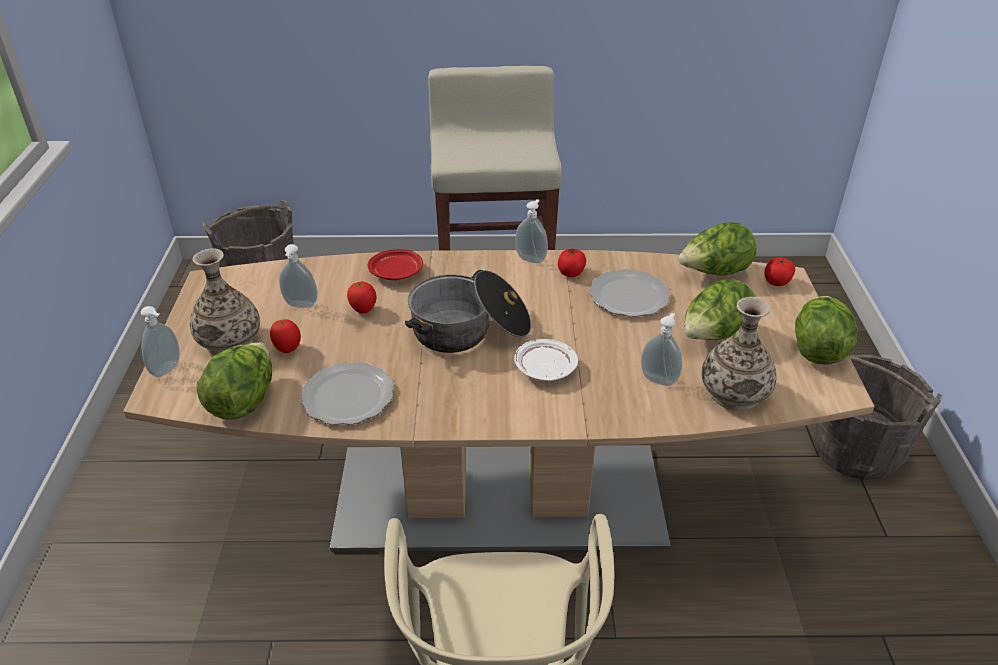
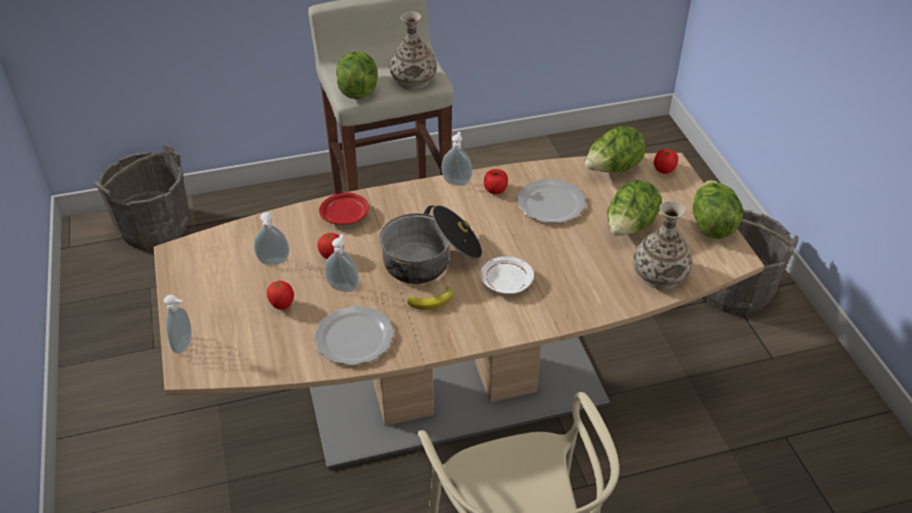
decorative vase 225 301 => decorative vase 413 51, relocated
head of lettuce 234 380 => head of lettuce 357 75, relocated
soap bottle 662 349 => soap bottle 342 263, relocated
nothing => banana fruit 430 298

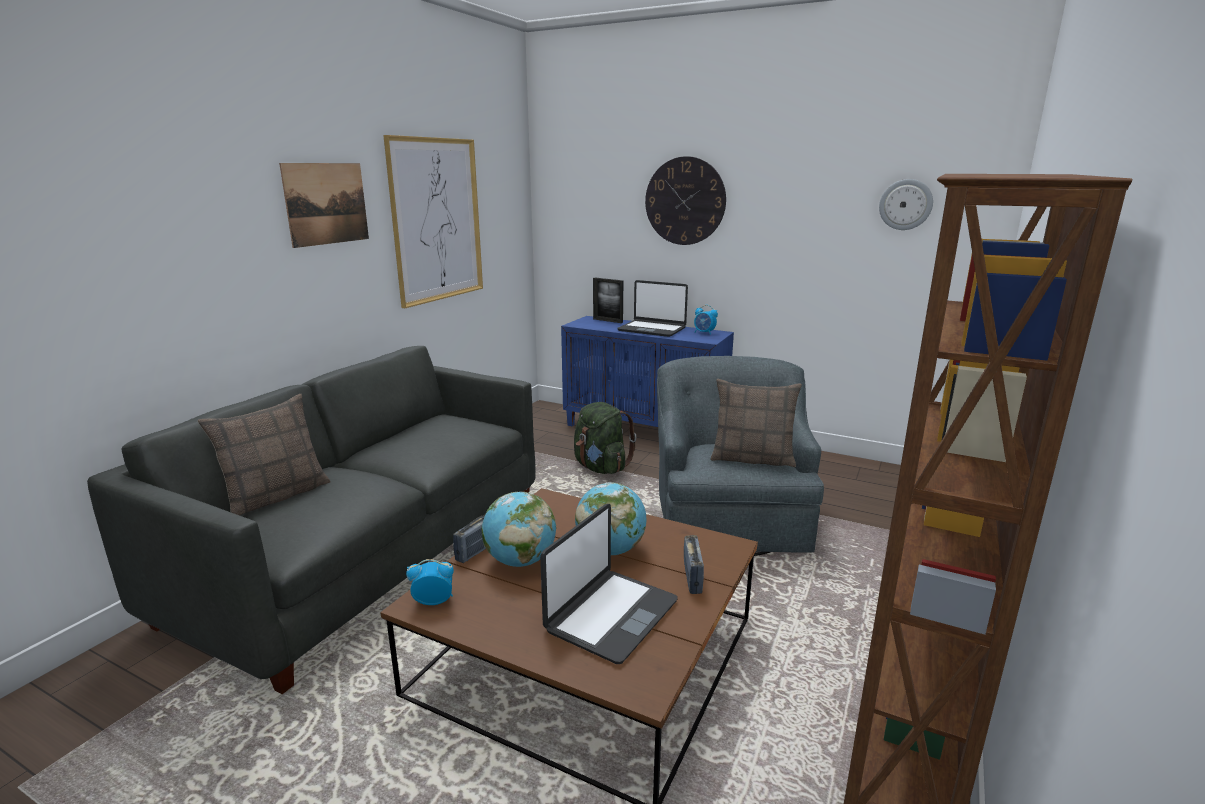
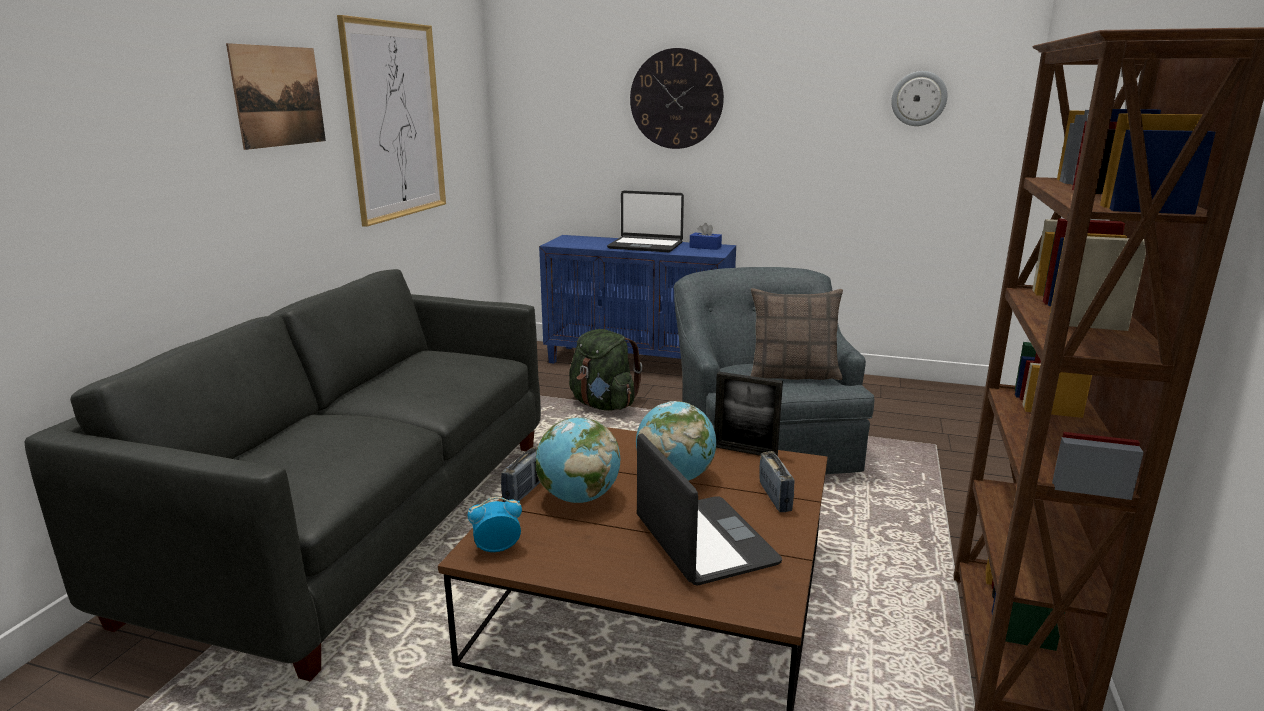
cushion 264 454 => nothing
notebook computer 609 584 => notebook computer 709 510, 45 degrees counterclockwise
standing frame 608 300 => standing frame 748 414, relocated
alarm clock 706 320 => bluish box of tissues 705 236

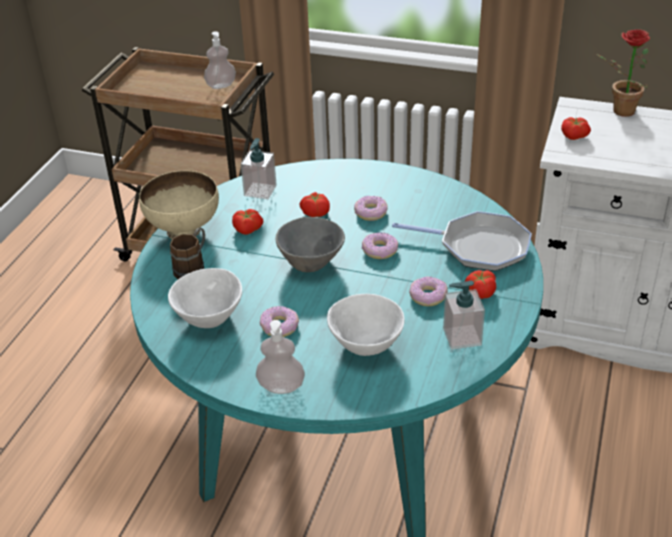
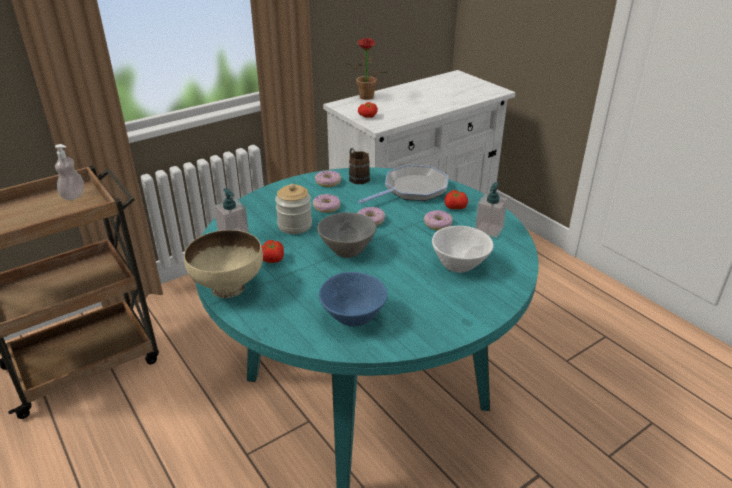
white-coloured deep dish 205 298 => bluish deep dish 353 299
brownish mug 187 253 => brownish mug 359 166, relocated
soap bottle 280 357 => nothing
ring doughnut 279 321 => ring doughnut 328 178, relocated
fresh tomato 314 204 => storage jar 293 209

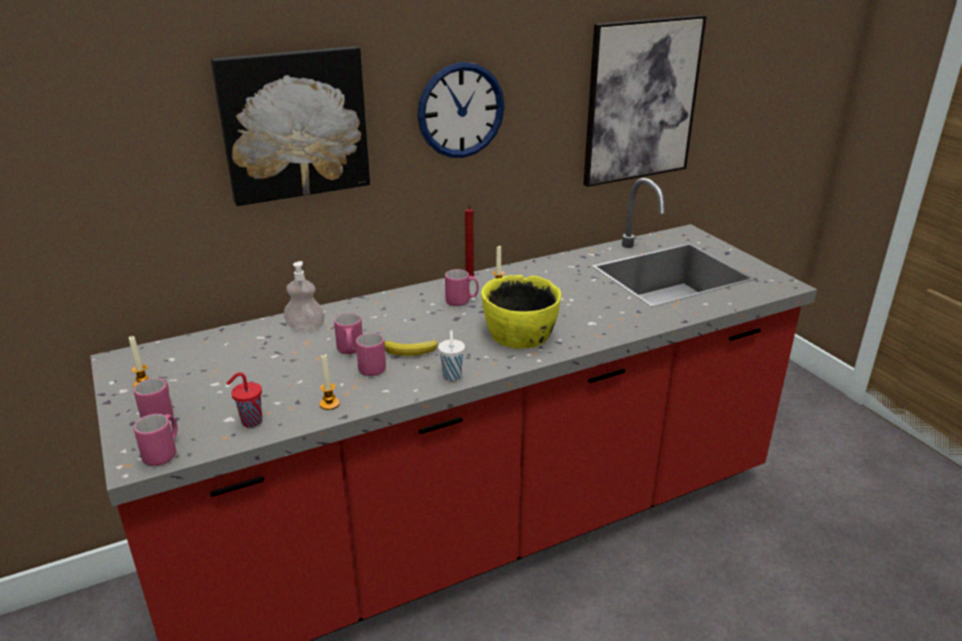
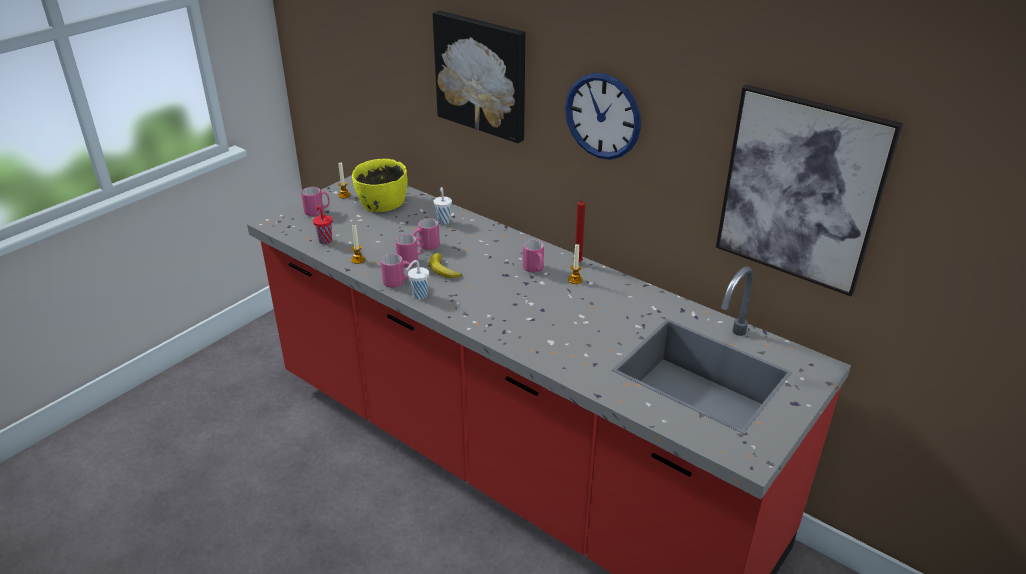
pink-coloured mug 155 440 => pink-coloured mug 396 271, relocated
soap bottle 304 297 => white-coloured small cup 443 206
yellowish deep dish 521 312 => yellowish deep dish 380 185, relocated

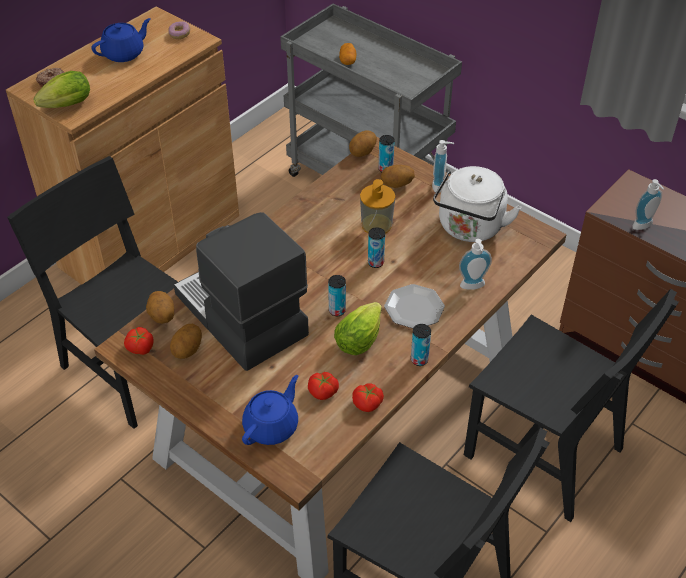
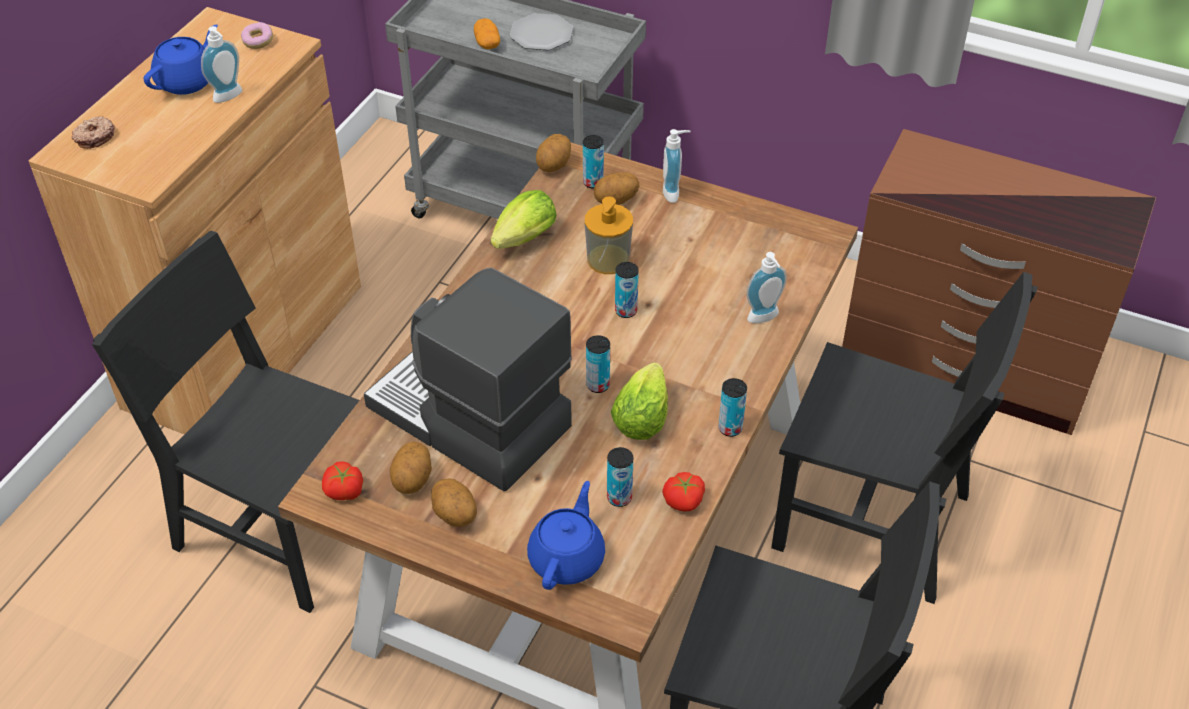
head of lettuce 61 89 => head of lettuce 524 219, relocated
potato 160 307 => potato 454 502, relocated
fresh tomato 323 386 => metal can 620 477
dinner plate 414 306 => dinner plate 541 31, relocated
white-coloured kettle 477 204 => nothing
soap bottle 648 204 => soap bottle 221 64, relocated

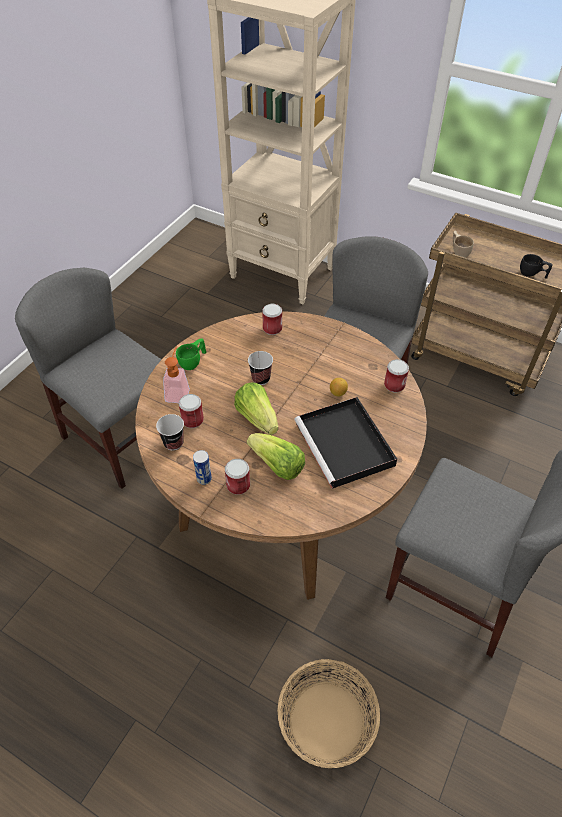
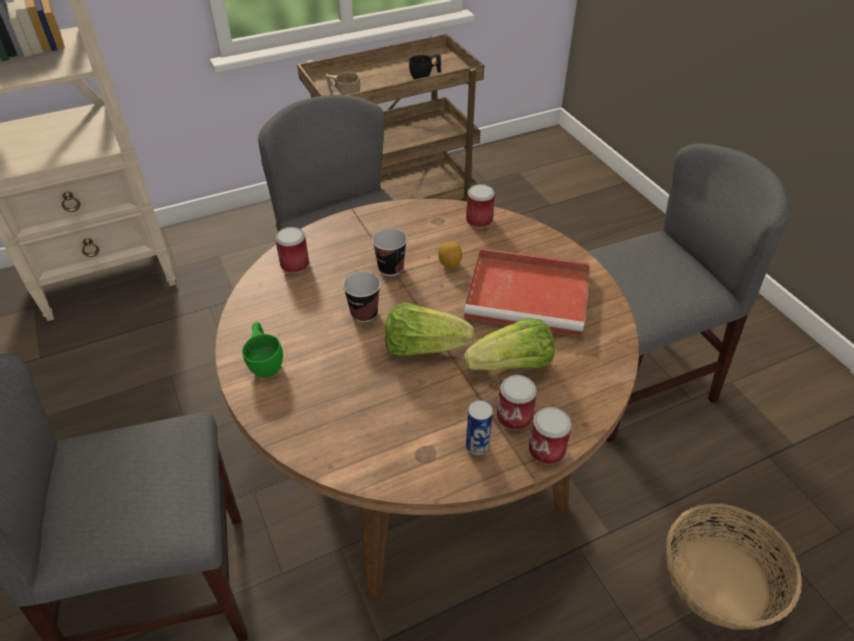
small cup 170 432 => small cup 389 252, relocated
soap bottle 176 375 => nothing
metal can 191 411 => metal can 550 435, relocated
black serving tray 346 443 => red serving tray 527 293

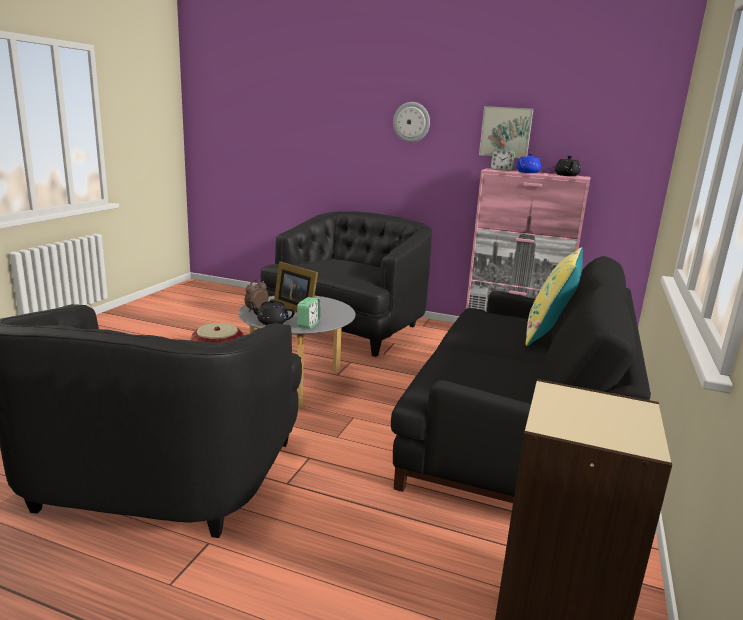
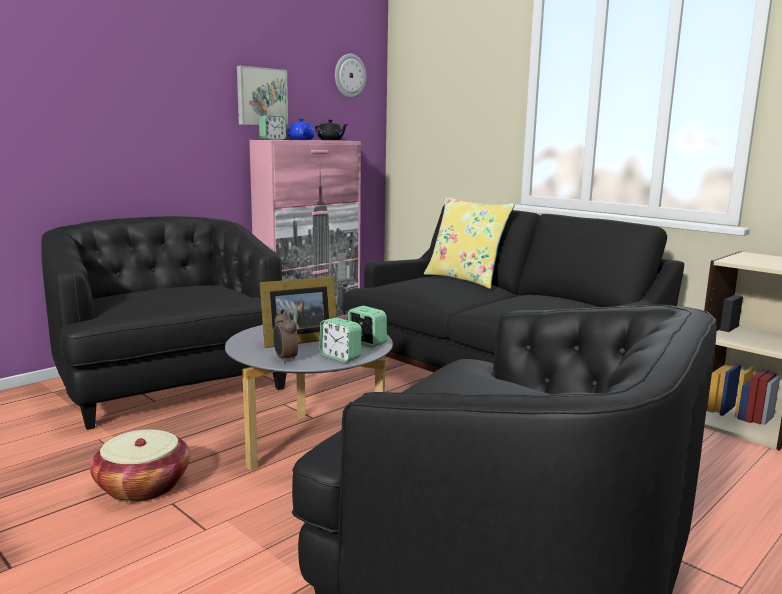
black teapot 272 312 => alarm clock 340 340
clock on the wall 411 122 => clock on the wall 350 76, relocated

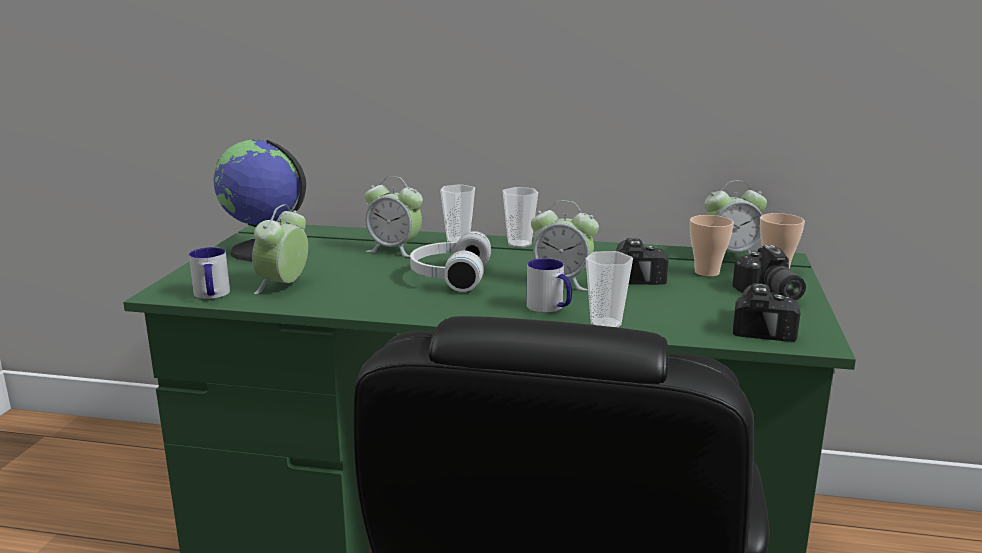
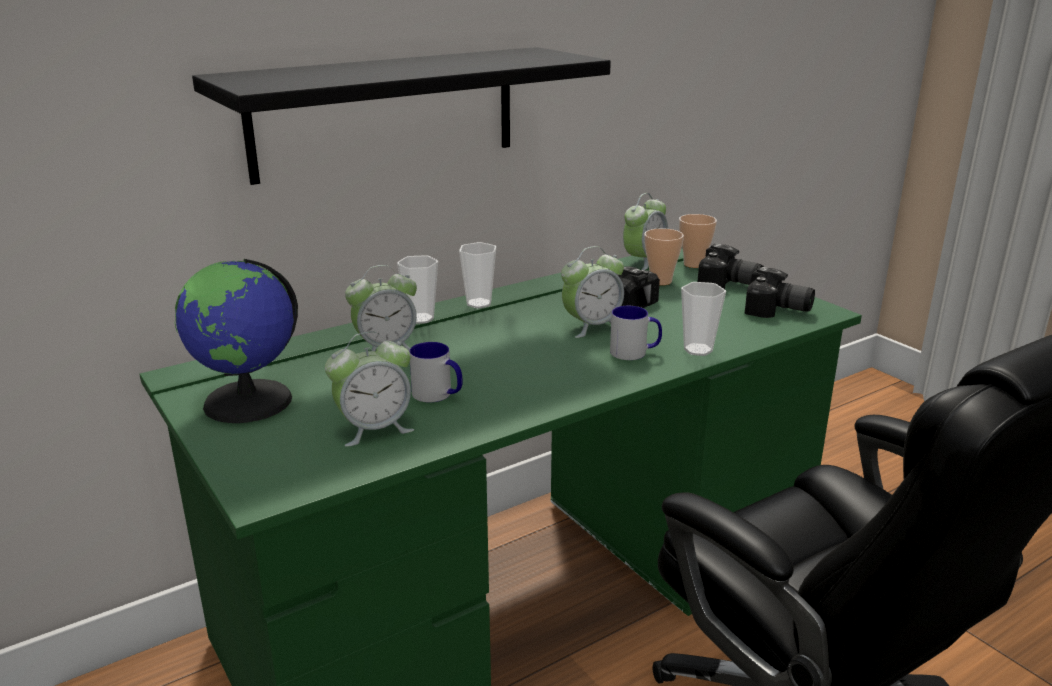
mug 209 273 => mug 436 372, relocated
alarm clock 280 249 => alarm clock 369 389, 90 degrees counterclockwise
white-coloured headphones 450 261 => nothing
still camera 767 312 => still camera 780 292, 150 degrees clockwise
nothing => black bracket shelf 401 116

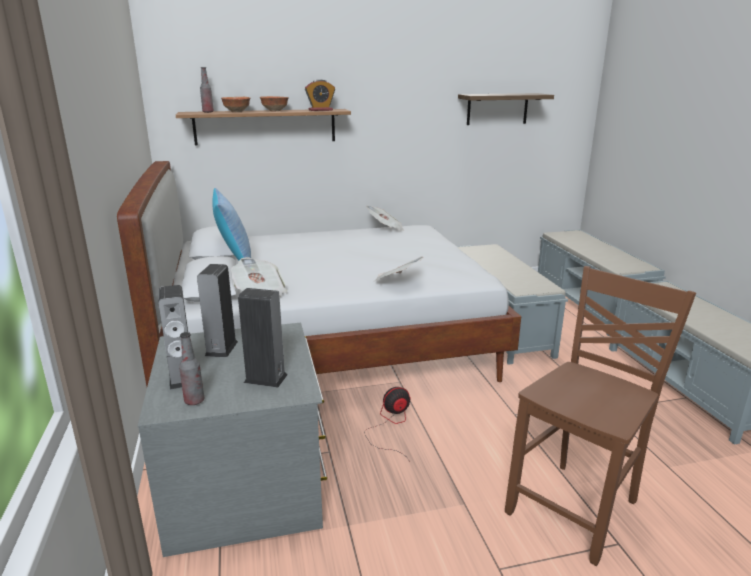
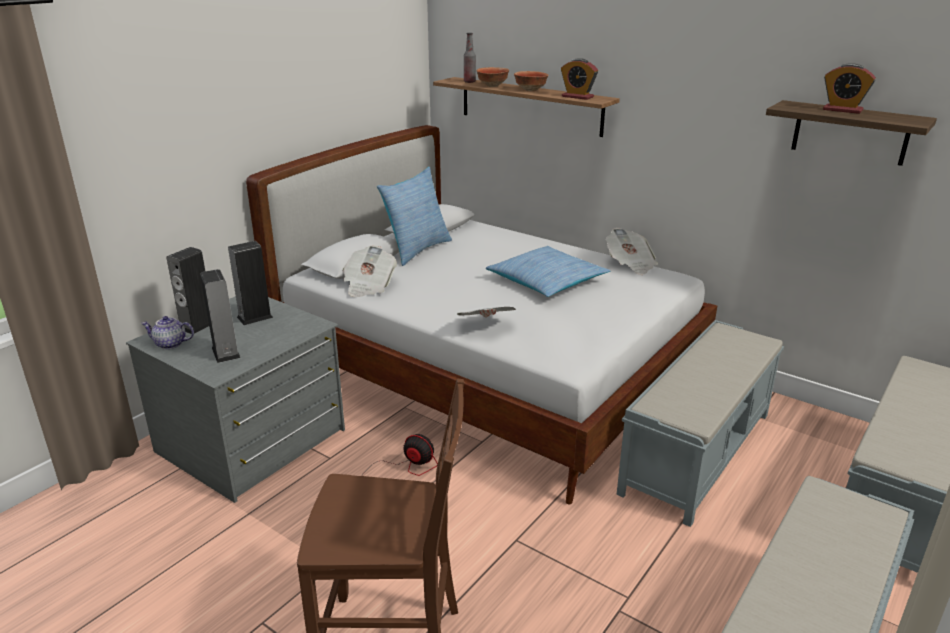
bottle 191 368 => teapot 167 332
nothing => cushion 548 271
nothing => alarm clock 849 88

